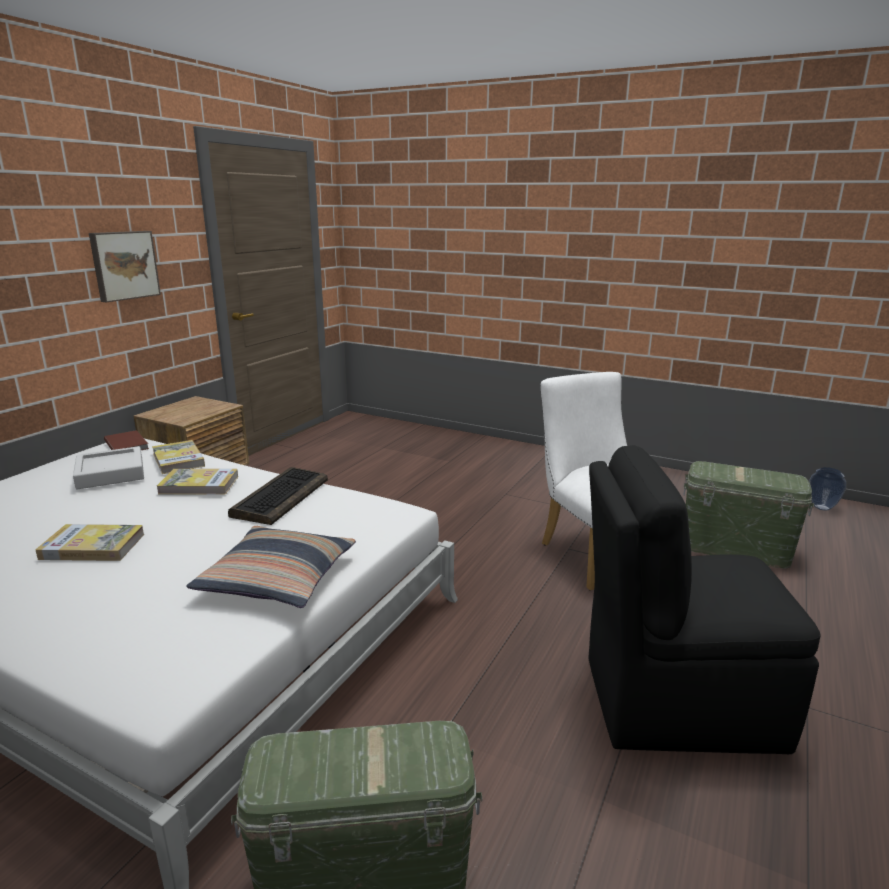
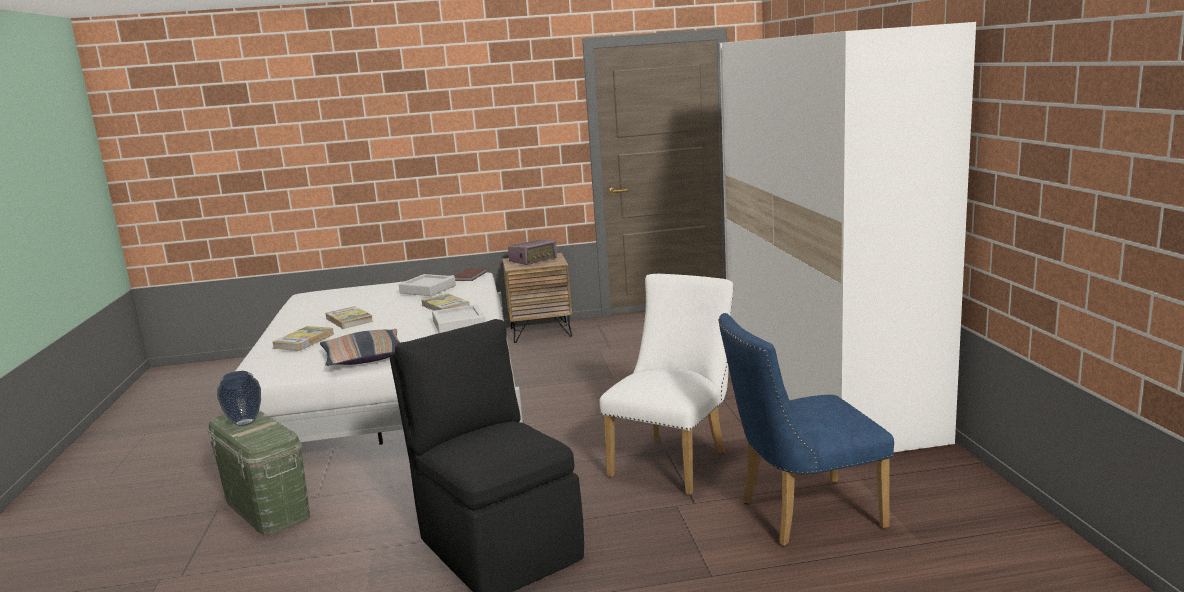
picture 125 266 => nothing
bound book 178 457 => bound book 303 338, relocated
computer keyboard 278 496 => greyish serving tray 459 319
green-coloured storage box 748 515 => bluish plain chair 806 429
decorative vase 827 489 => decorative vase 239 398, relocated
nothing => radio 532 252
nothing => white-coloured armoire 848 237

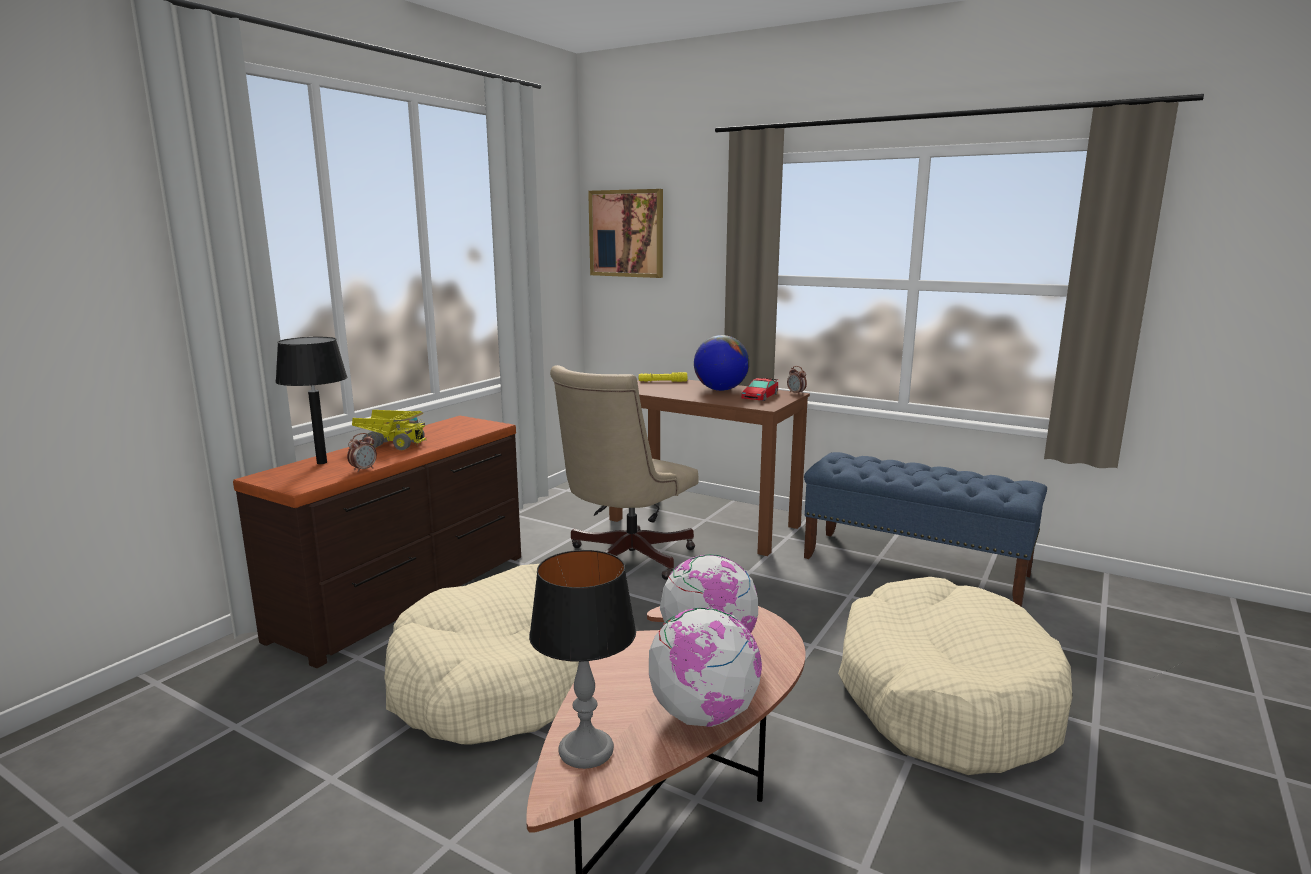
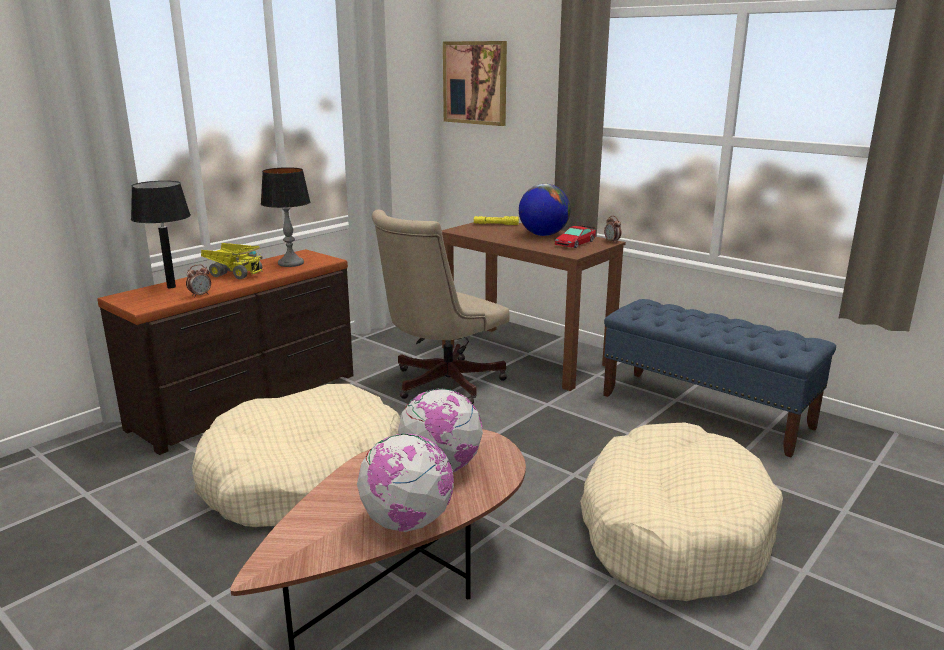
table lamp 582 659 => table lamp 285 217, relocated

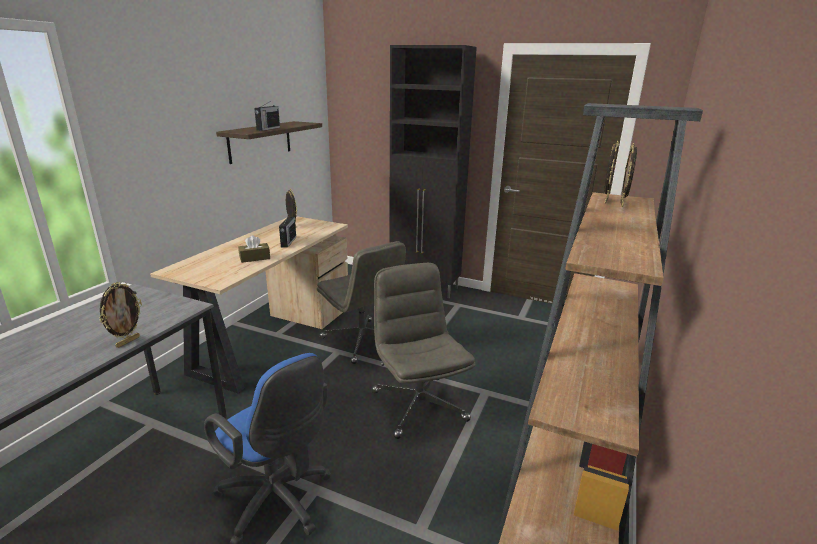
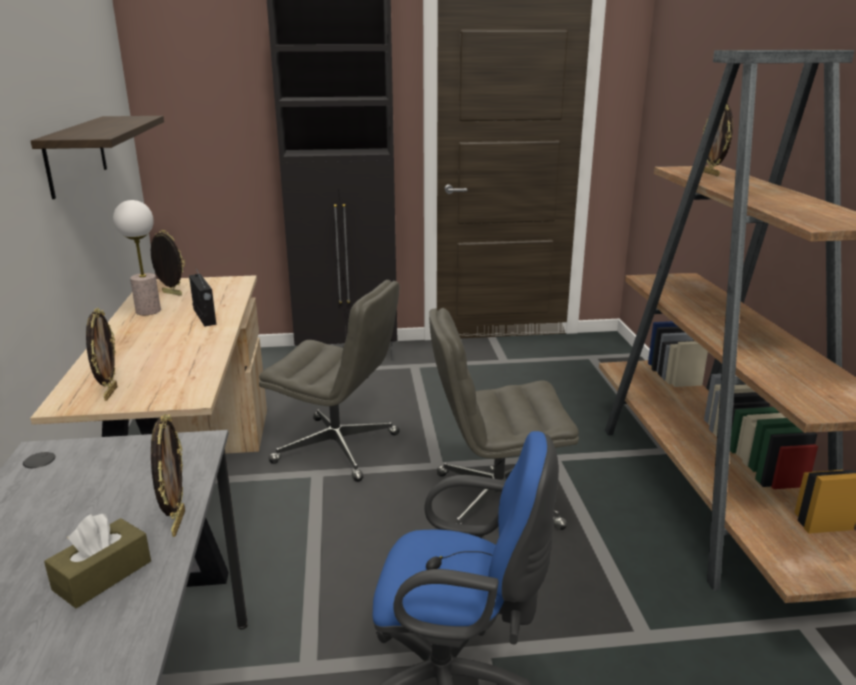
brownish box of tissues 254 249 => brownish box of tissues 97 561, relocated
radio 267 116 => nothing
greyish computer chair 424 351 => greyish computer chair 504 419, 45 degrees counterclockwise
standing frame 611 172 => standing frame 101 354, relocated
nothing => table lamp 137 257

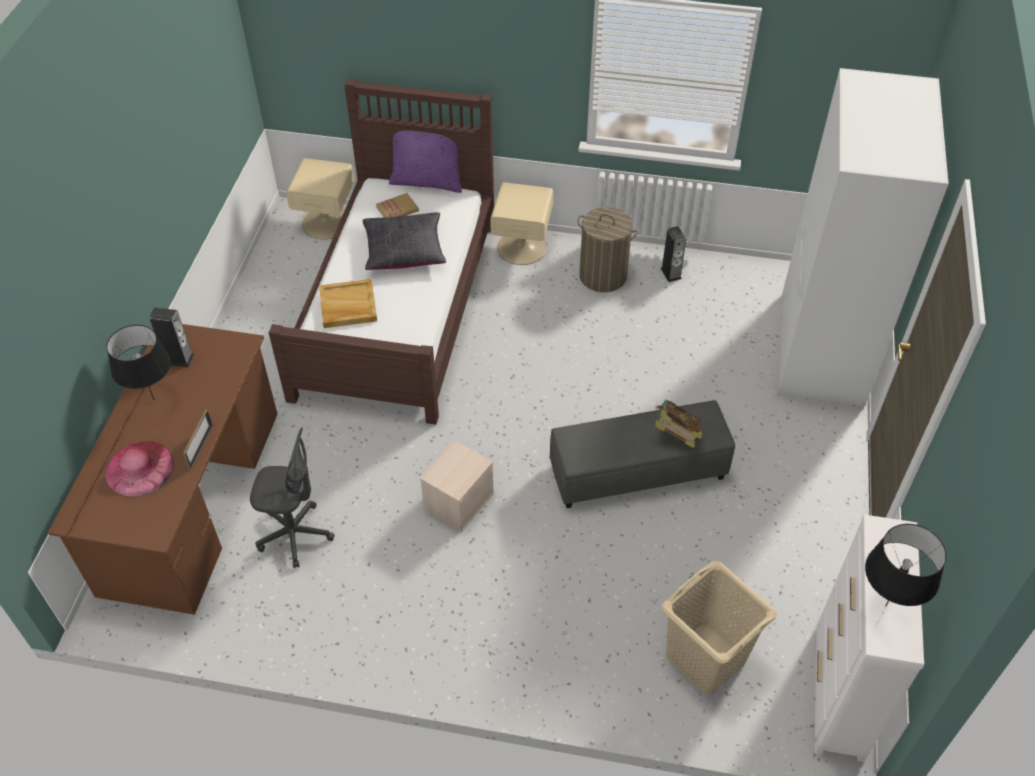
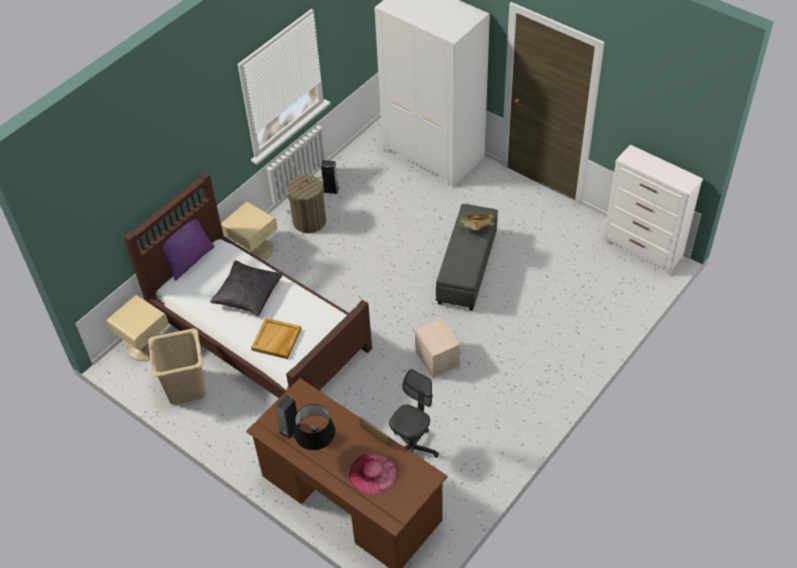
bound book 397 205 => nothing
sand-coloured washing basket 719 628 => sand-coloured washing basket 177 366, relocated
black table lamp 905 565 => nothing

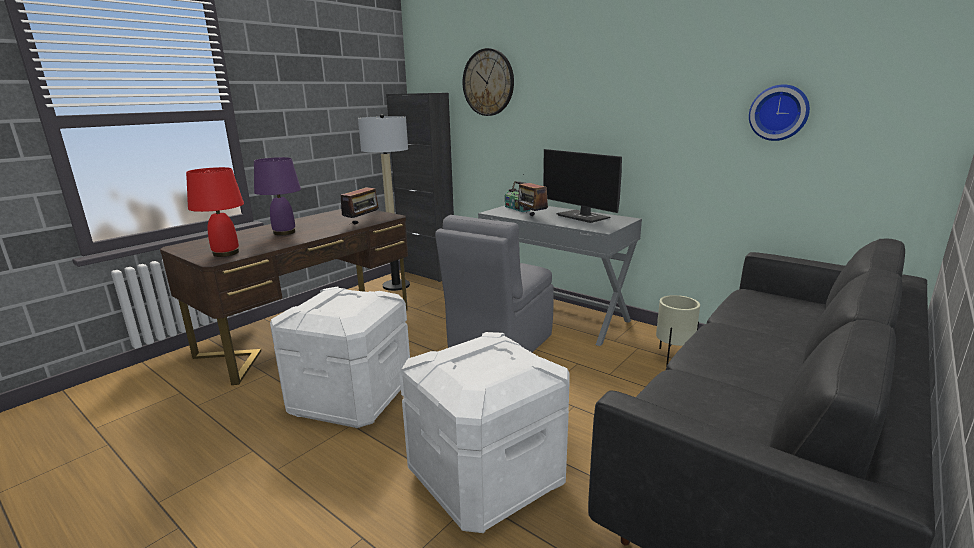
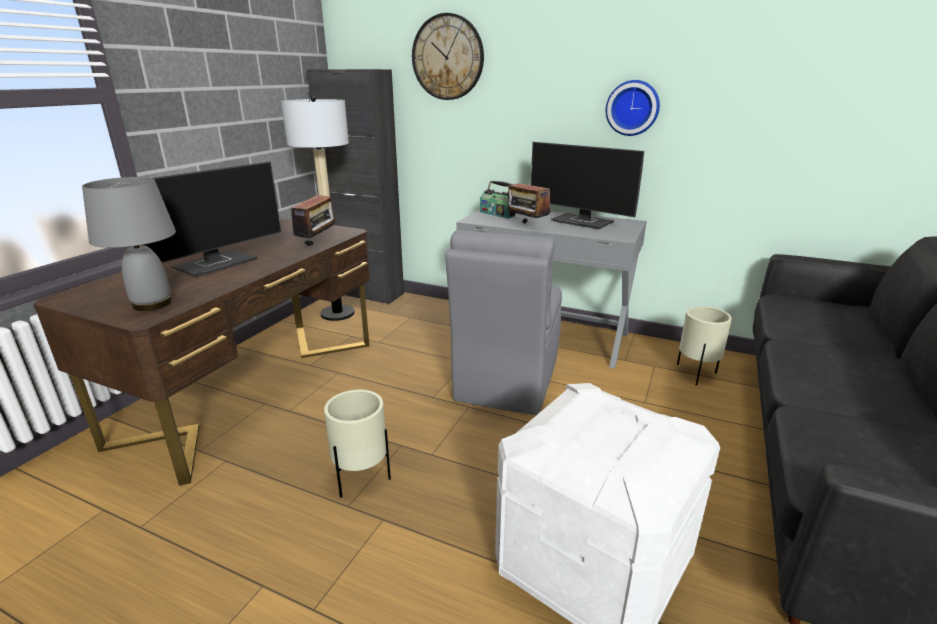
red table lamp 215 212 => greyish table lamp 129 244
purple table lamp 277 196 => computer display 212 219
white-coloured storage box 340 357 => sand-coloured plant pot 357 444
clock on the wall 779 112 => clock on the wall 633 108, relocated

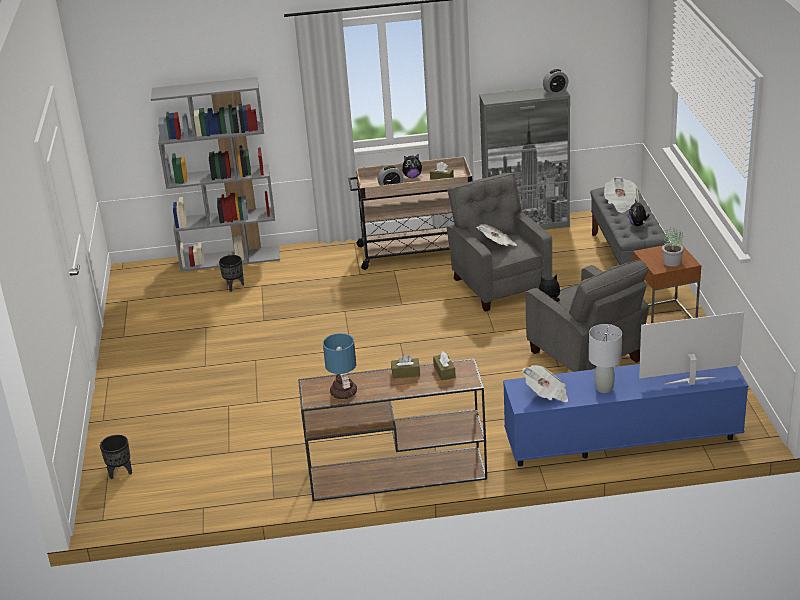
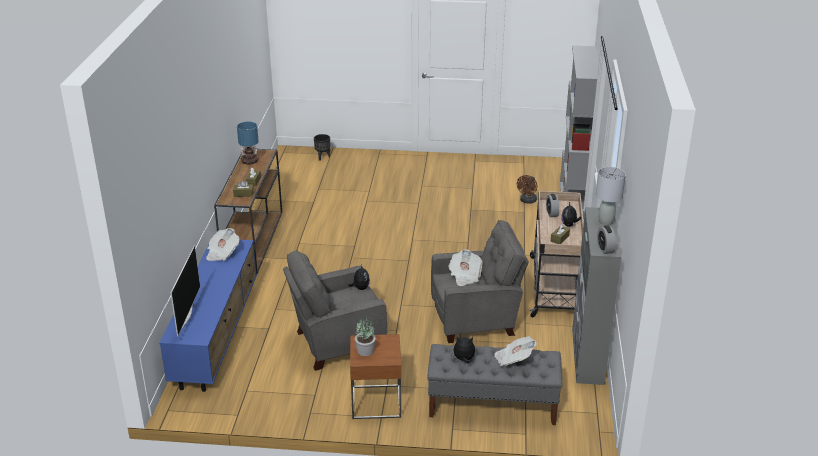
black plant pot 231 273 => brownish electric fan 527 189
greyish table lamp 605 358 => greyish table lamp 611 196, relocated

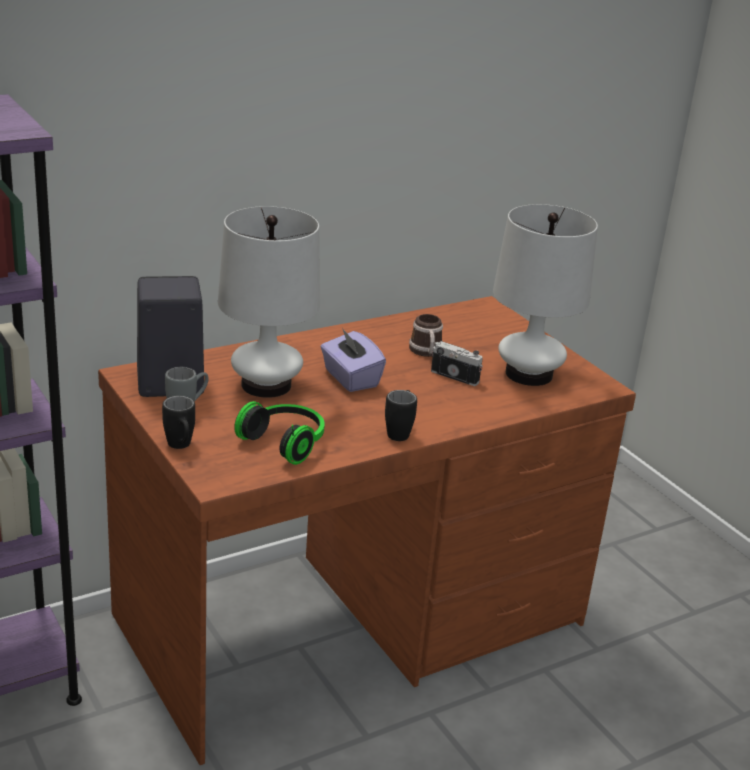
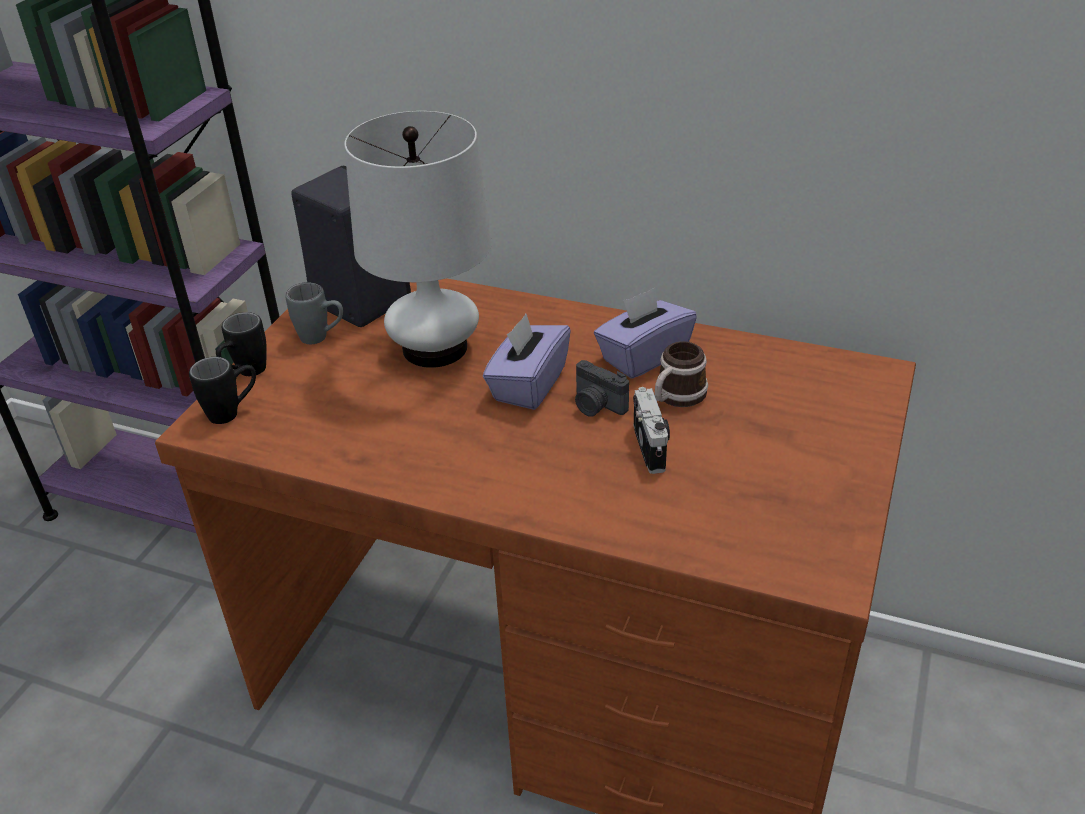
headphones 279 433 => nothing
black mug 401 415 => black mug 222 390, relocated
white-coloured table lamp 545 295 => nothing
nothing => still camera 602 388
nothing => purple box of tissues 645 333

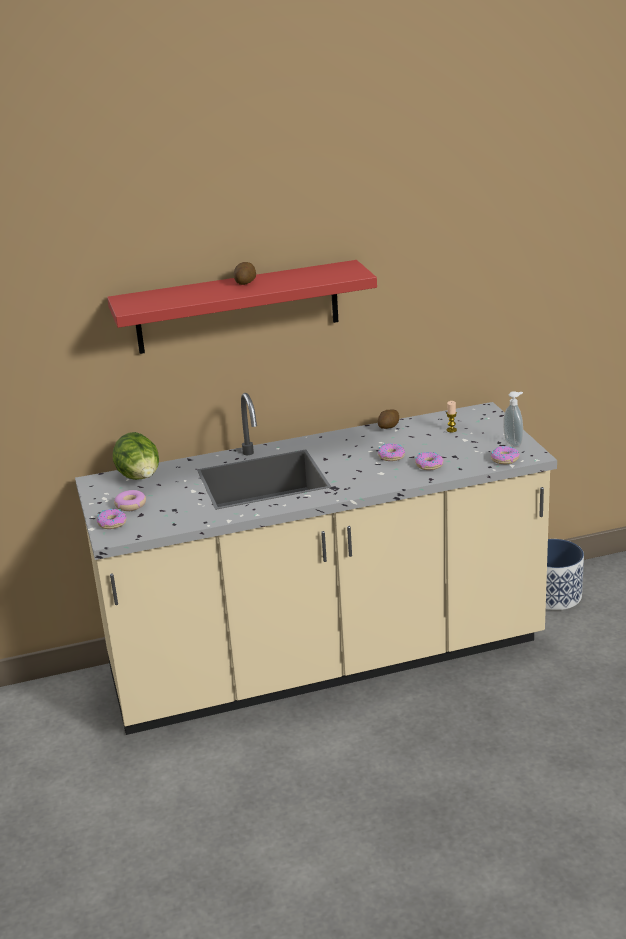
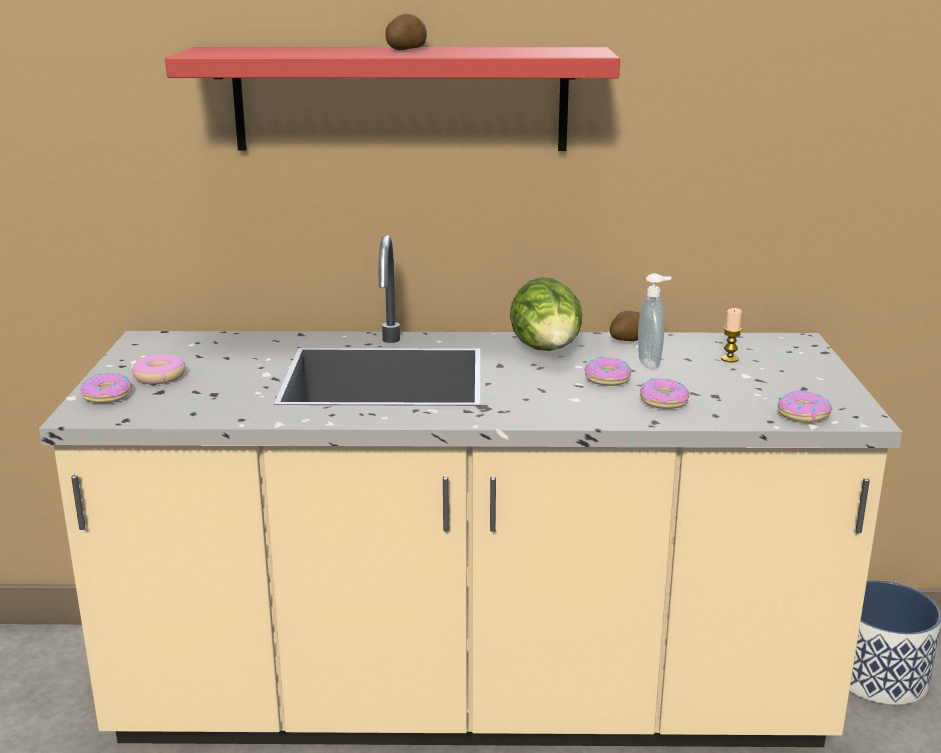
head of lettuce 136 456 => head of lettuce 546 314, relocated
soap bottle 513 419 => soap bottle 655 321, relocated

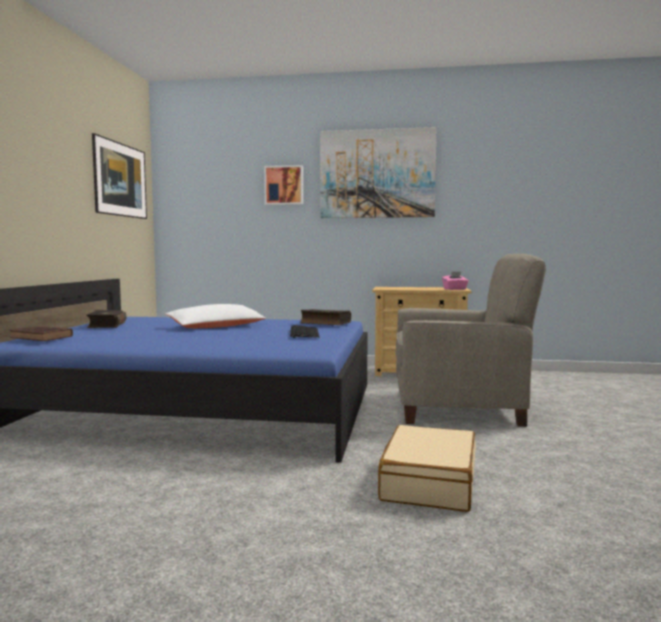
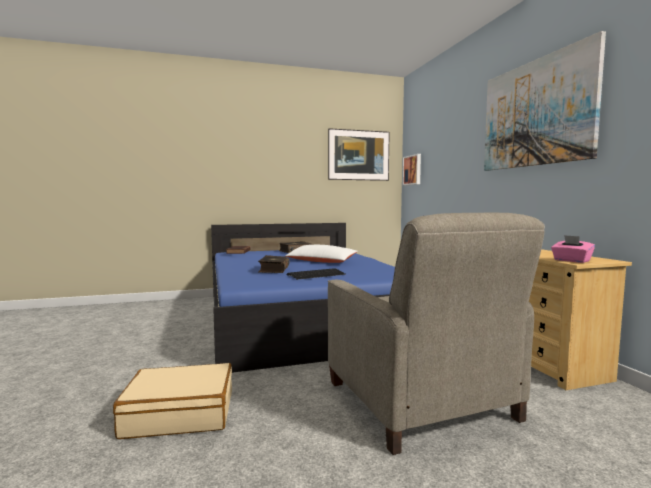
picture 283 185 => picture 412 169, relocated
bound book 325 317 => bound book 273 264, relocated

